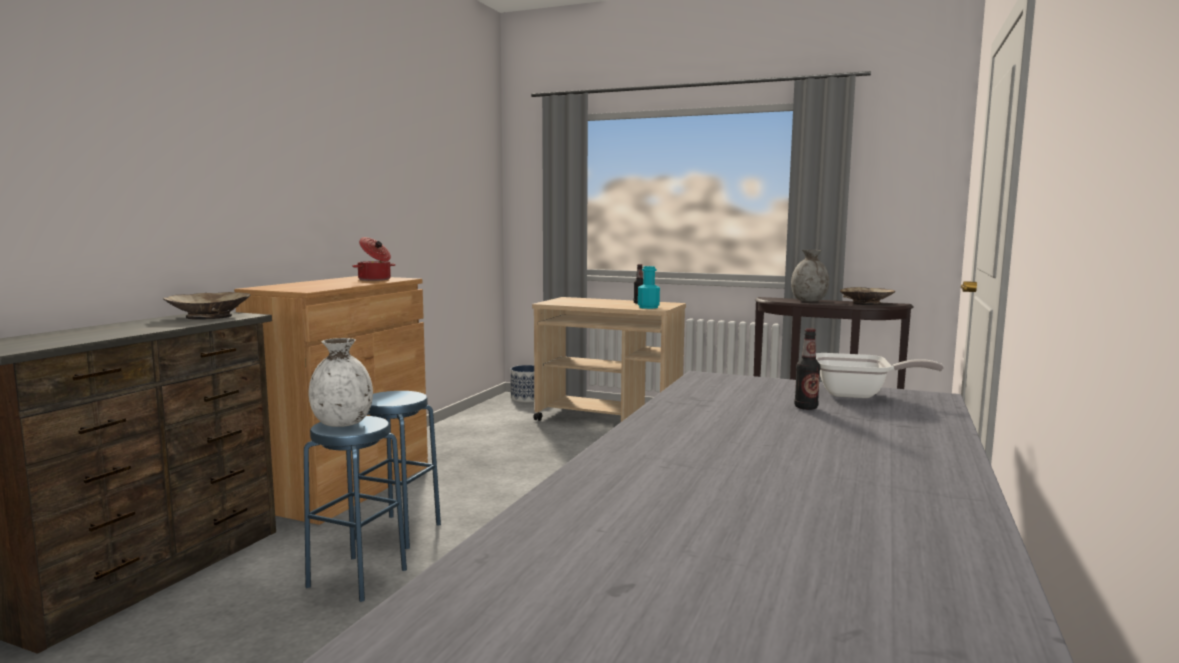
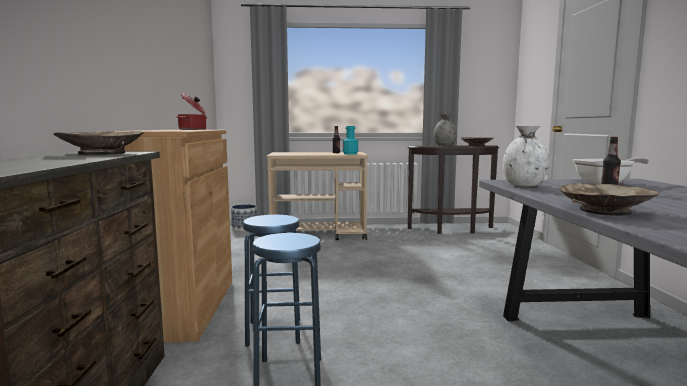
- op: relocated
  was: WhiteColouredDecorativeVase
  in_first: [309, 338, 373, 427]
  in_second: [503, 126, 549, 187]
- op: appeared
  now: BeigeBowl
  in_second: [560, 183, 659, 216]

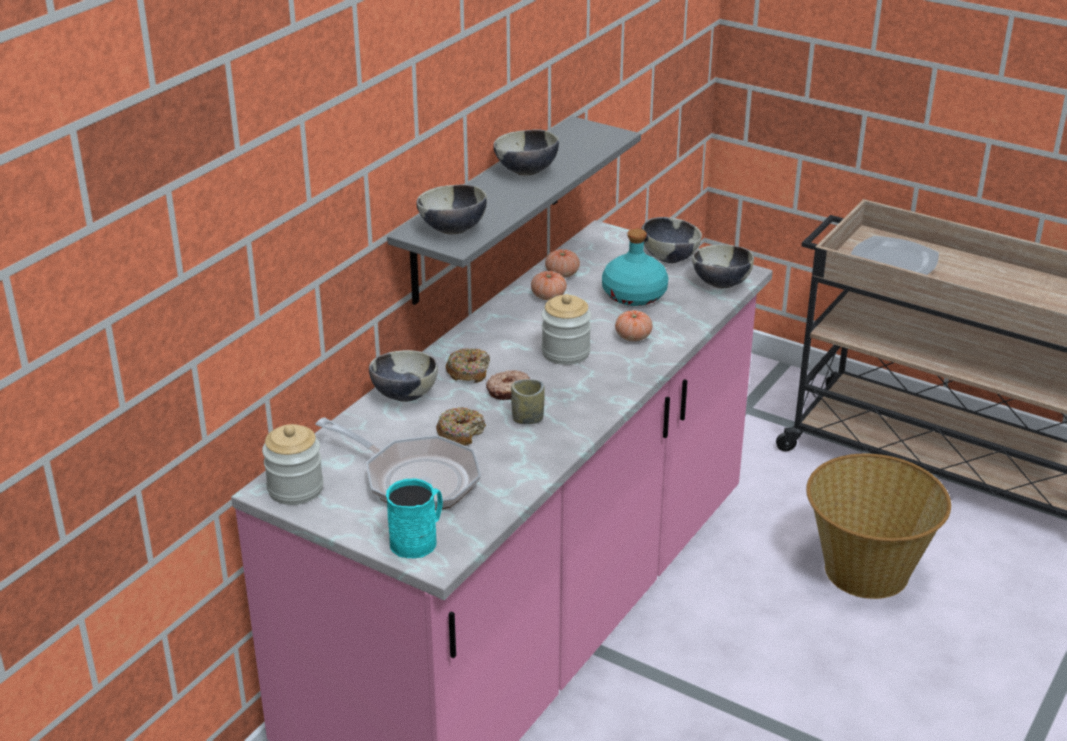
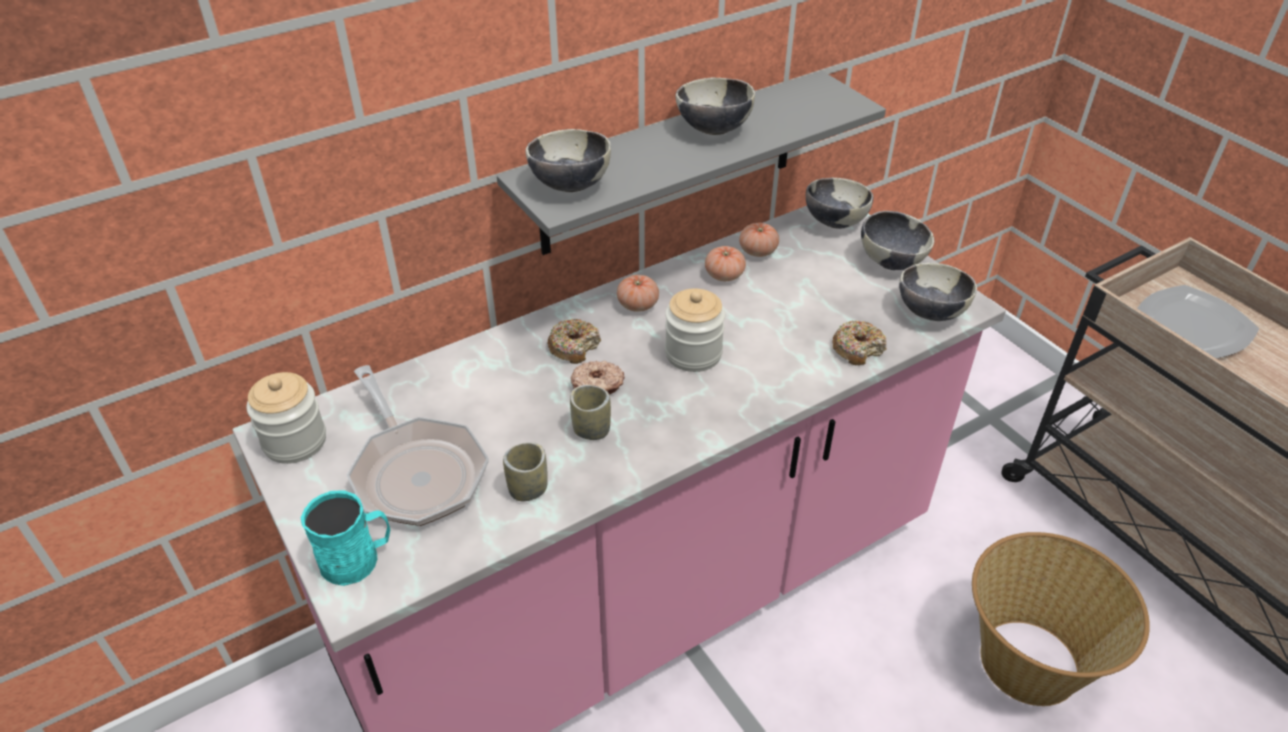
- op: appeared
  now: DrinkingCup
  in_second: [503, 442, 548, 501]
- op: relocated
  was: FreshTomato
  in_first: [615, 310, 653, 341]
  in_second: [617, 275, 659, 312]
- op: relocated
  was: Bowl
  in_first: [369, 350, 438, 402]
  in_second: [806, 178, 873, 229]
- op: relocated
  was: RingDoughnut
  in_first: [436, 407, 486, 446]
  in_second: [832, 320, 887, 365]
- op: missing
  was: TurquoiseColouredBeverageBottle
  in_first: [602, 228, 668, 306]

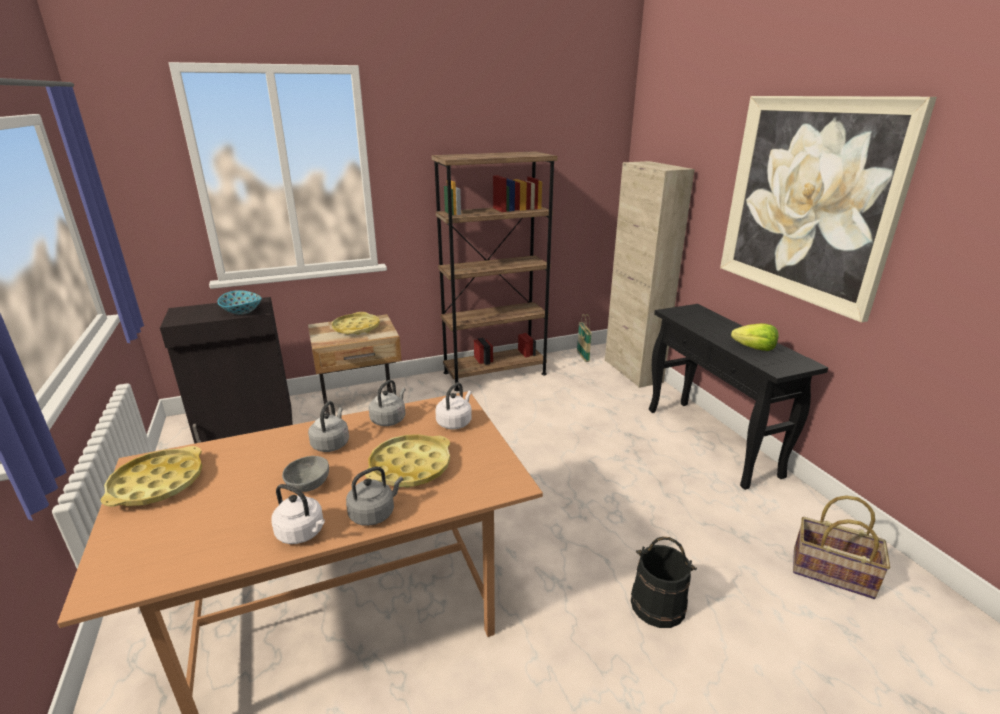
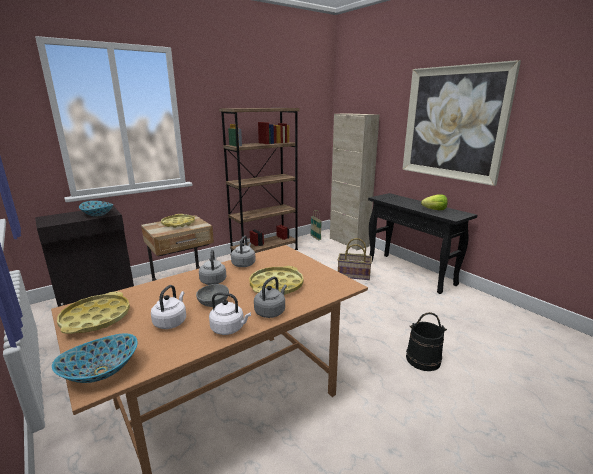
- op: appeared
  now: Bowl
  in_second: [52, 333, 138, 383]
- op: relocated
  was: WhiteColouredWaterKettle
  in_first: [435, 382, 472, 429]
  in_second: [151, 285, 186, 329]
- op: relocated
  was: StorageBasket
  in_first: [793, 495, 890, 599]
  in_second: [338, 238, 372, 280]

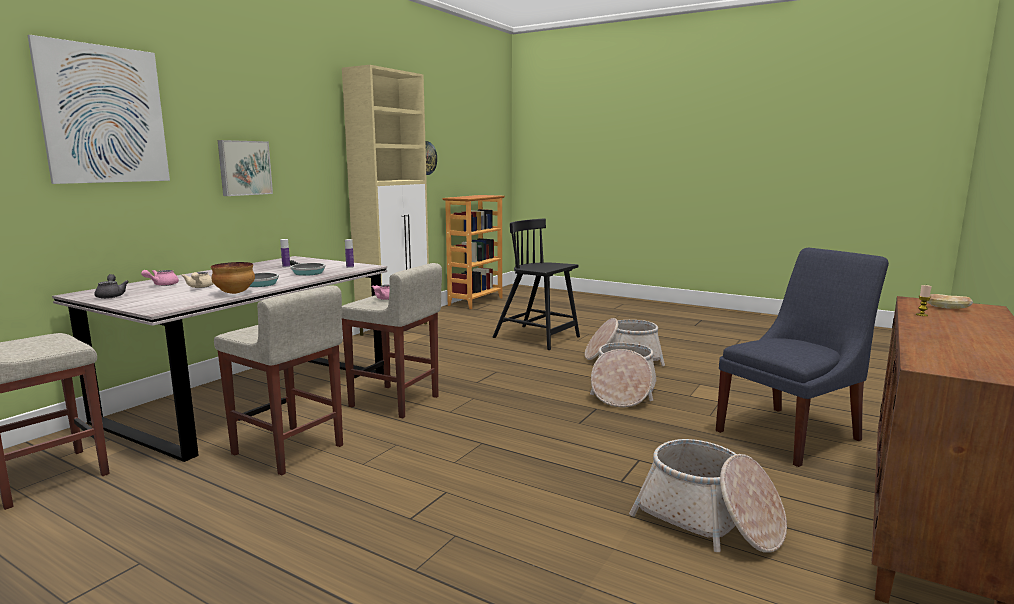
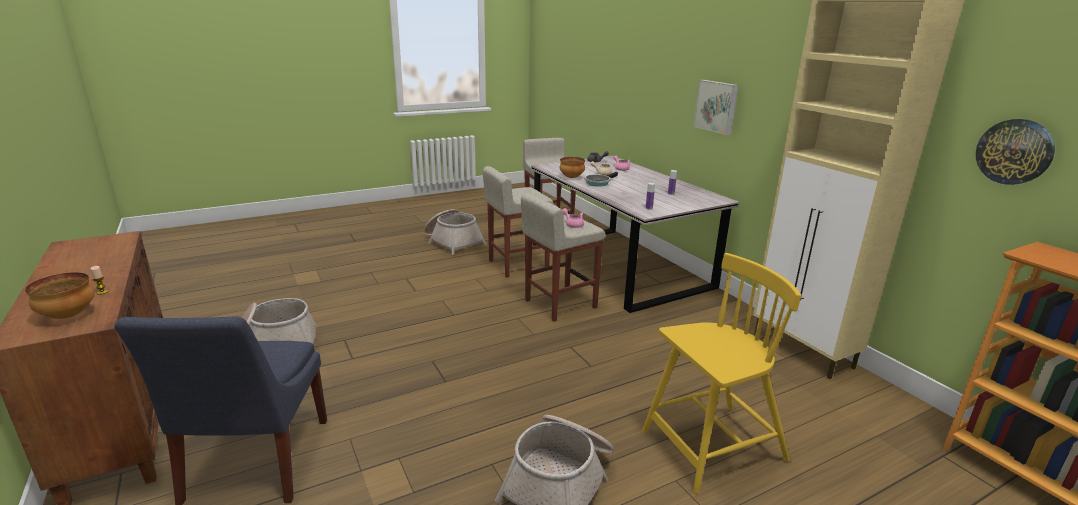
- op: exchanged
  was: BakedBread
  now: Bowl
  in_first: [927, 294, 973, 309]
  in_second: [25, 272, 94, 319]
- op: relocated
  was: StorageBasket
  in_first: [590, 343, 657, 407]
  in_second: [424, 209, 486, 255]
- op: colour
  was: BlackColouredPlainChair
  now: YellowPlainChair
  in_first: [493, 219, 580, 350]
  in_second: [642, 253, 801, 494]
- op: missing
  was: WallArt
  in_first: [27, 35, 170, 184]
- op: missing
  was: Pan
  in_first: [290, 260, 326, 276]

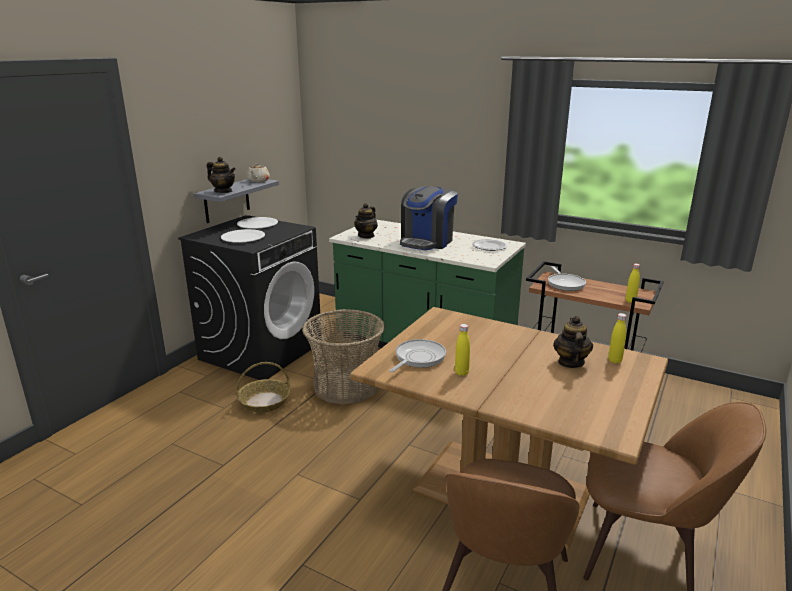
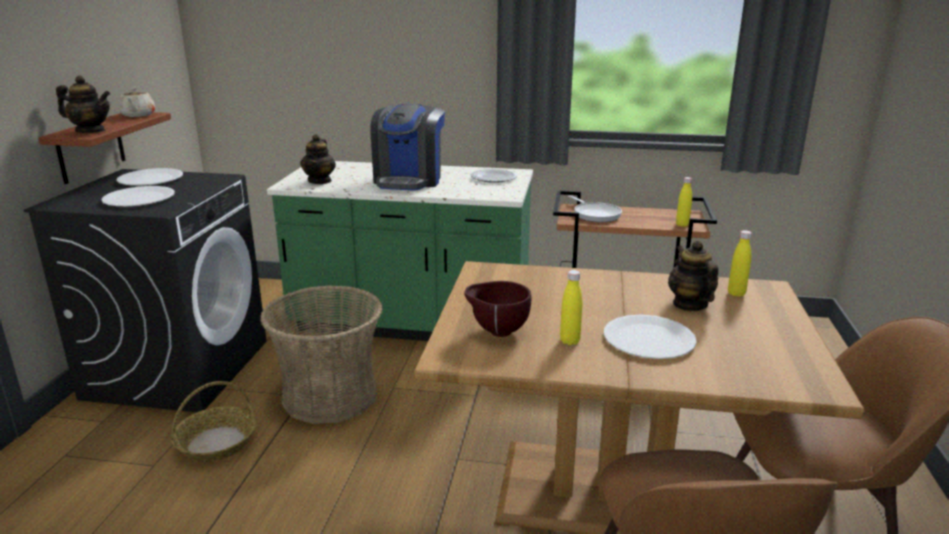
- op: colour
  was: GrayWallShelf
  now: BrownishWallShelf
  in_first: [194, 179, 279, 223]
  in_second: [39, 112, 171, 184]
- op: exchanged
  was: Pan
  now: BrownishBowl
  in_first: [389, 339, 446, 372]
  in_second: [464, 281, 531, 337]
- op: appeared
  now: WhiteColouredPlate
  in_second: [604, 315, 697, 359]

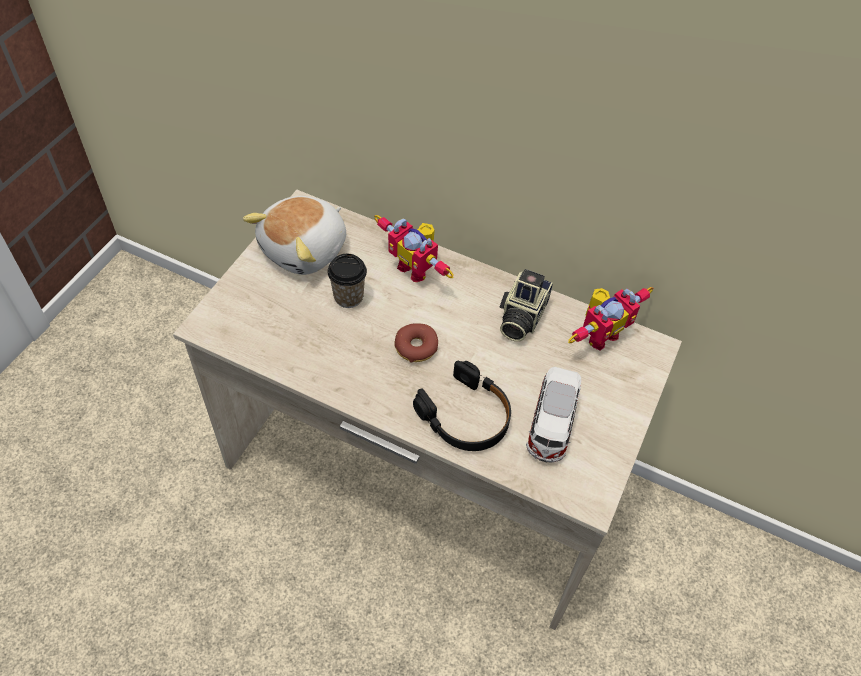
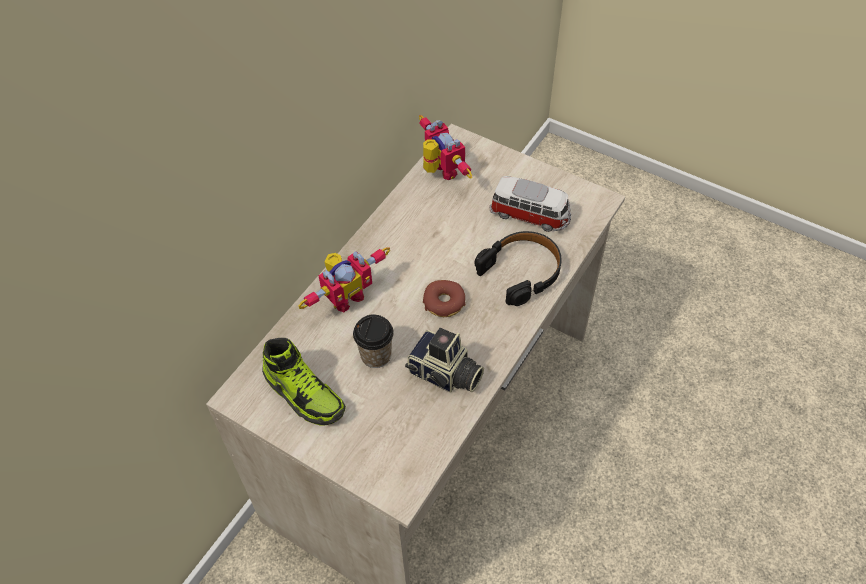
- op: exchanged
  was: CuddlyToy
  now: LowShoe
  in_first: [243, 196, 346, 275]
  in_second: [262, 338, 346, 426]
- op: relocated
  was: StillCamera
  in_first: [500, 269, 553, 342]
  in_second: [405, 328, 484, 393]

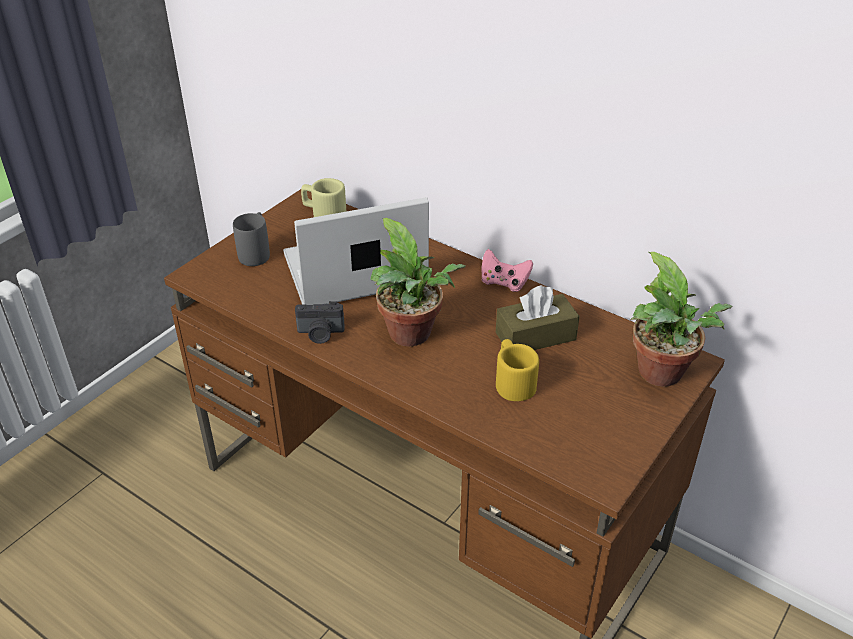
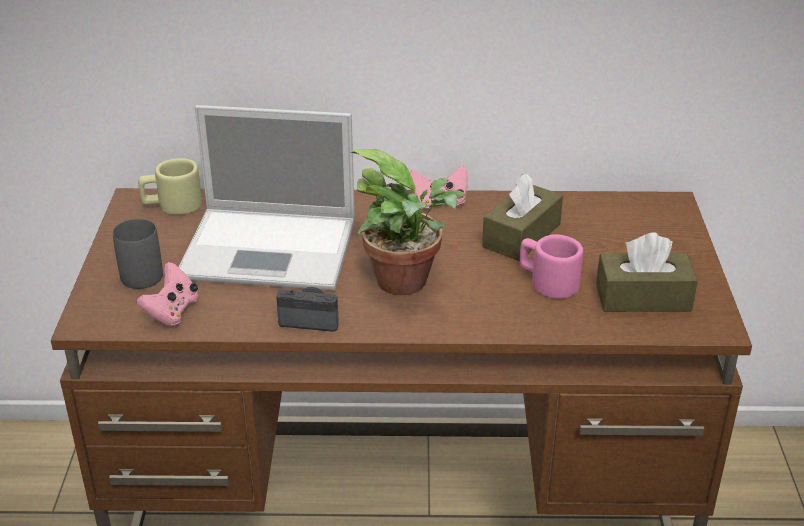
- op: appeared
  now: PinkColouredJoypad
  in_second: [137, 262, 198, 326]
- op: spun
  was: NotebookComputer
  in_first: [283, 197, 429, 305]
  in_second: [179, 105, 355, 291]
  clockwise: -120
- op: spun
  was: StillCamera
  in_first: [295, 301, 345, 344]
  in_second: [276, 287, 339, 332]
  clockwise: -135
- op: colour
  was: YellowMug
  now: PinkColouredMug
  in_first: [496, 339, 539, 401]
  in_second: [520, 234, 583, 299]
- op: appeared
  now: BrownishTissueHolder
  in_second: [596, 233, 698, 312]
- op: missing
  was: Houseplant
  in_first: [630, 252, 732, 387]

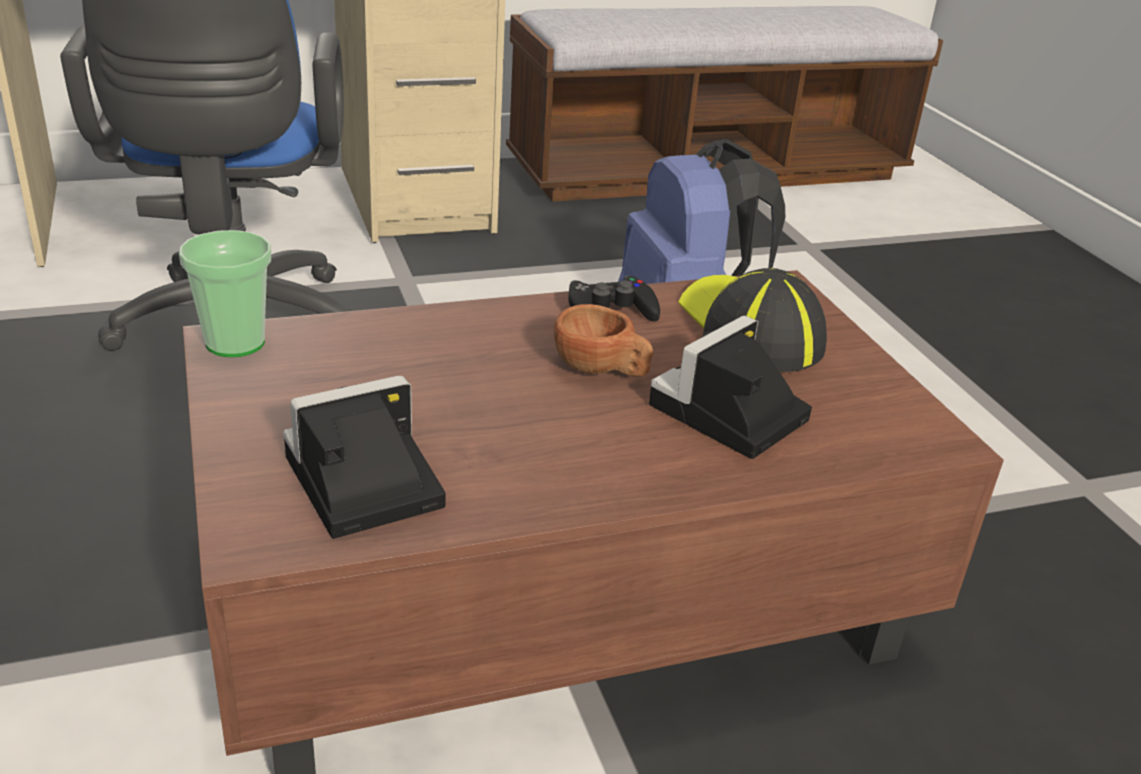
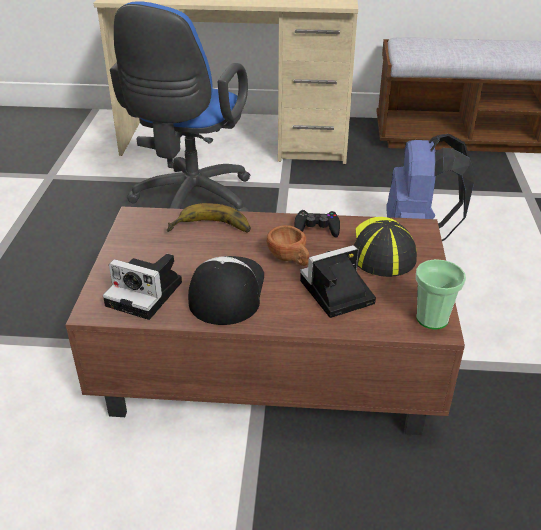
- op: spun
  was: StillCamera
  in_first: [283, 376, 446, 539]
  in_second: [103, 254, 182, 320]
  clockwise: -150
- op: appeared
  now: Banana
  in_second: [167, 203, 251, 232]
- op: appeared
  now: BaseballCap
  in_second: [188, 256, 264, 325]
- op: relocated
  was: DrinkingCup
  in_first: [179, 230, 271, 357]
  in_second: [416, 259, 466, 330]

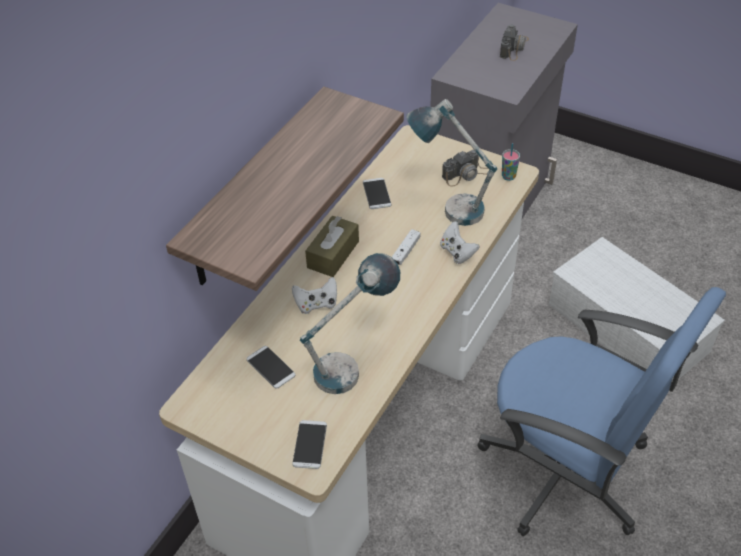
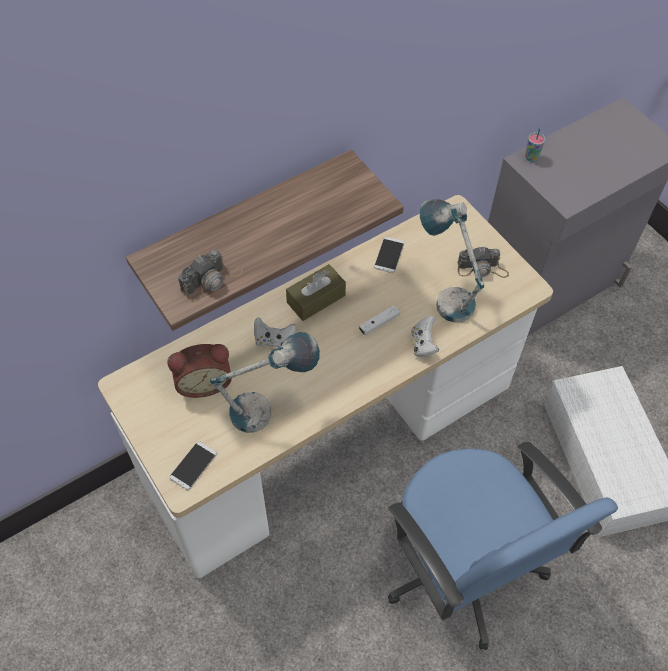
- op: exchanged
  was: Handset
  now: BedsideClock
  in_first: [247, 346, 296, 389]
  in_second: [167, 344, 232, 398]
- op: relocated
  was: StillCamera
  in_first: [500, 24, 529, 61]
  in_second: [178, 249, 243, 302]
- op: relocated
  was: DrinkingCup
  in_first: [502, 143, 520, 181]
  in_second: [525, 128, 545, 162]

